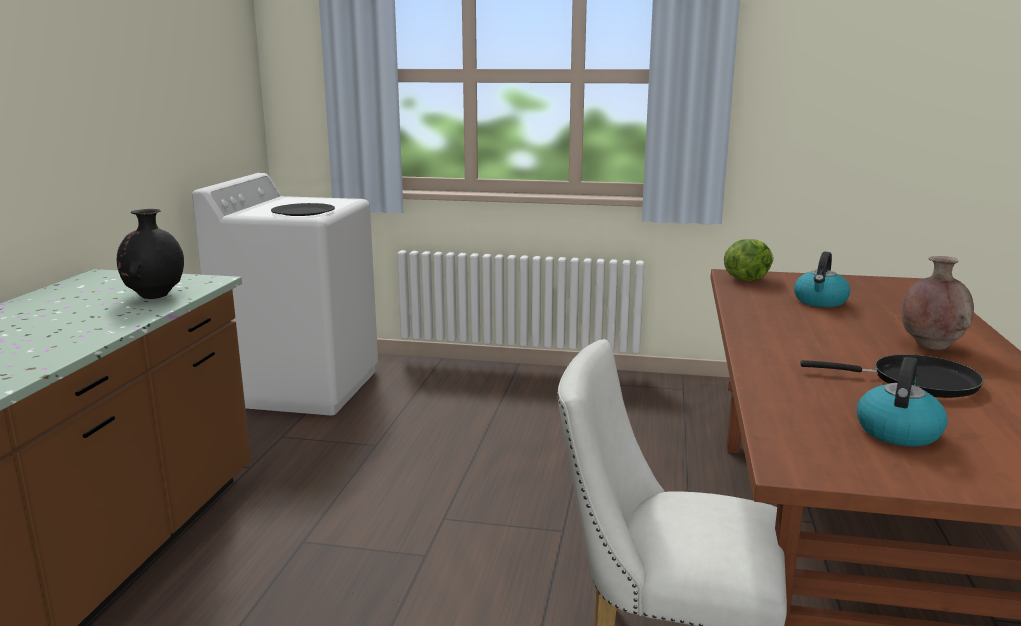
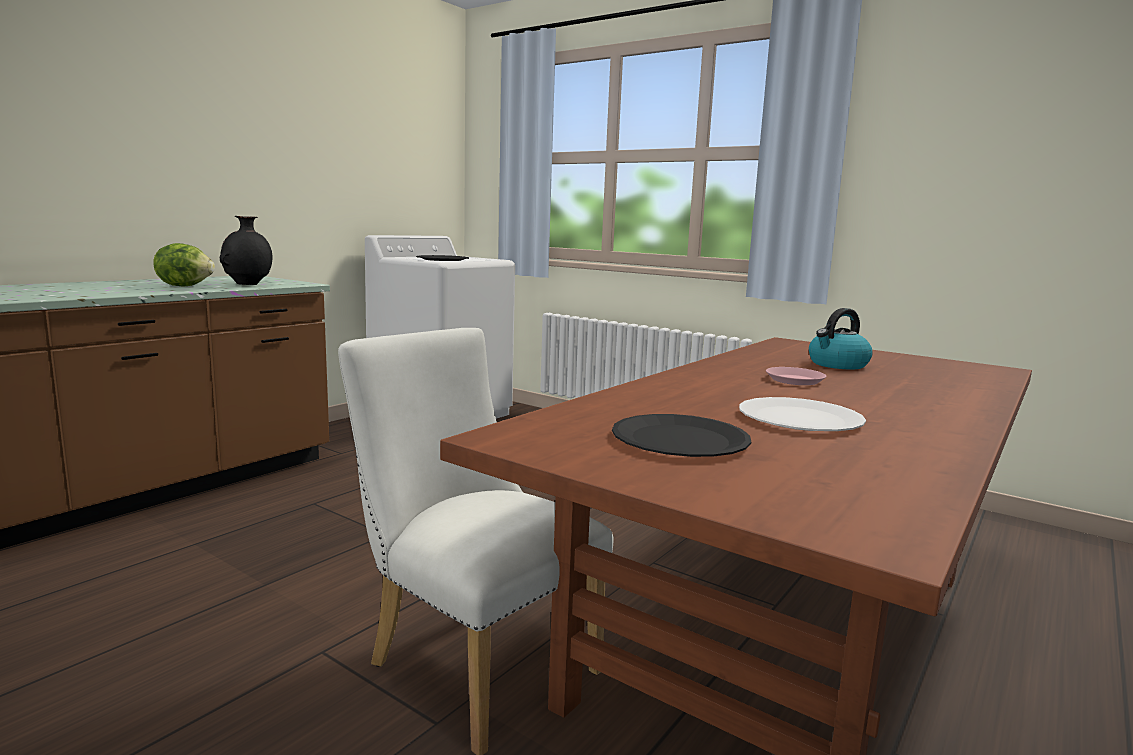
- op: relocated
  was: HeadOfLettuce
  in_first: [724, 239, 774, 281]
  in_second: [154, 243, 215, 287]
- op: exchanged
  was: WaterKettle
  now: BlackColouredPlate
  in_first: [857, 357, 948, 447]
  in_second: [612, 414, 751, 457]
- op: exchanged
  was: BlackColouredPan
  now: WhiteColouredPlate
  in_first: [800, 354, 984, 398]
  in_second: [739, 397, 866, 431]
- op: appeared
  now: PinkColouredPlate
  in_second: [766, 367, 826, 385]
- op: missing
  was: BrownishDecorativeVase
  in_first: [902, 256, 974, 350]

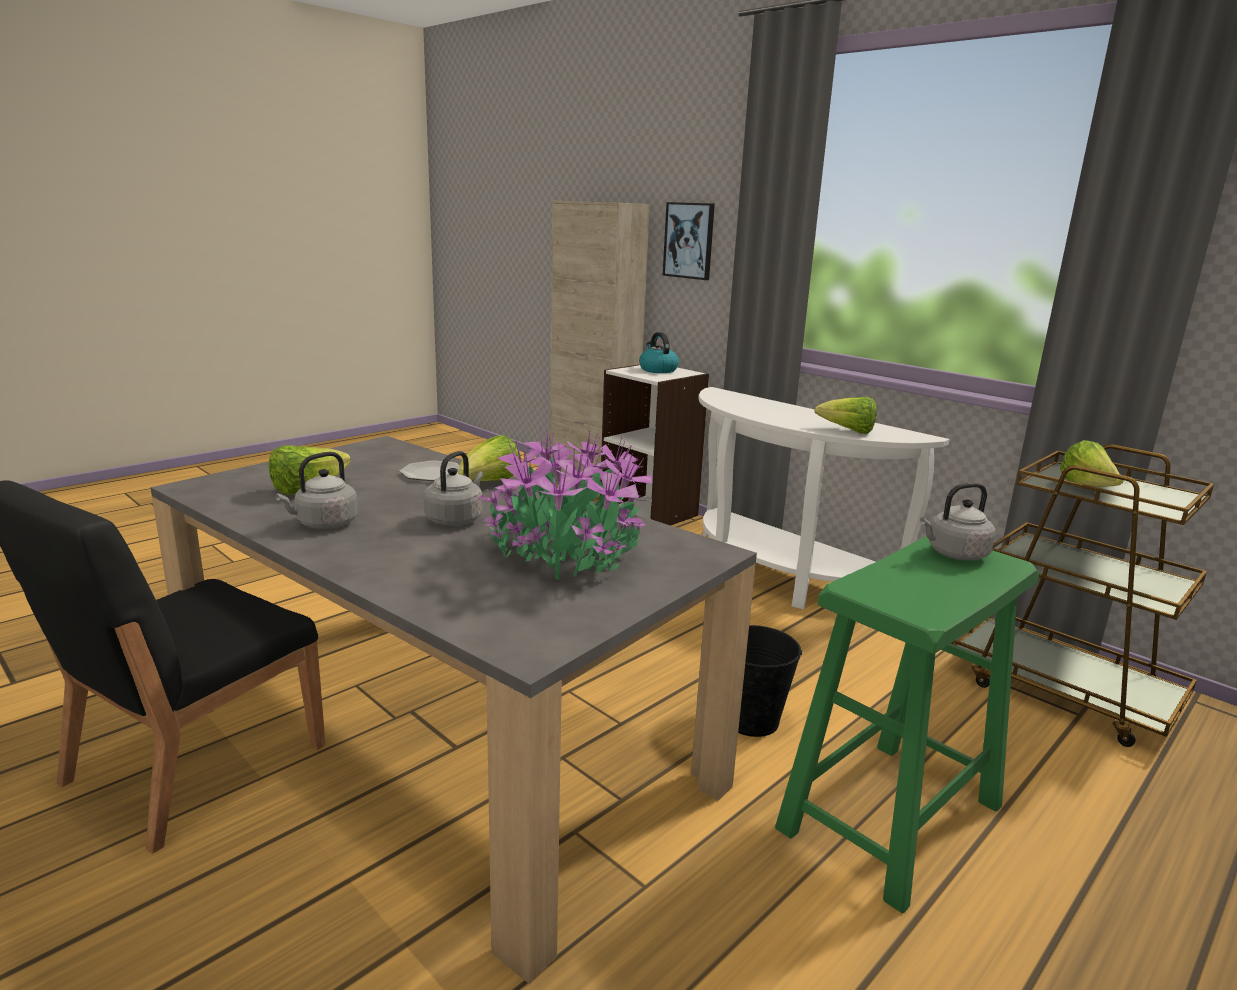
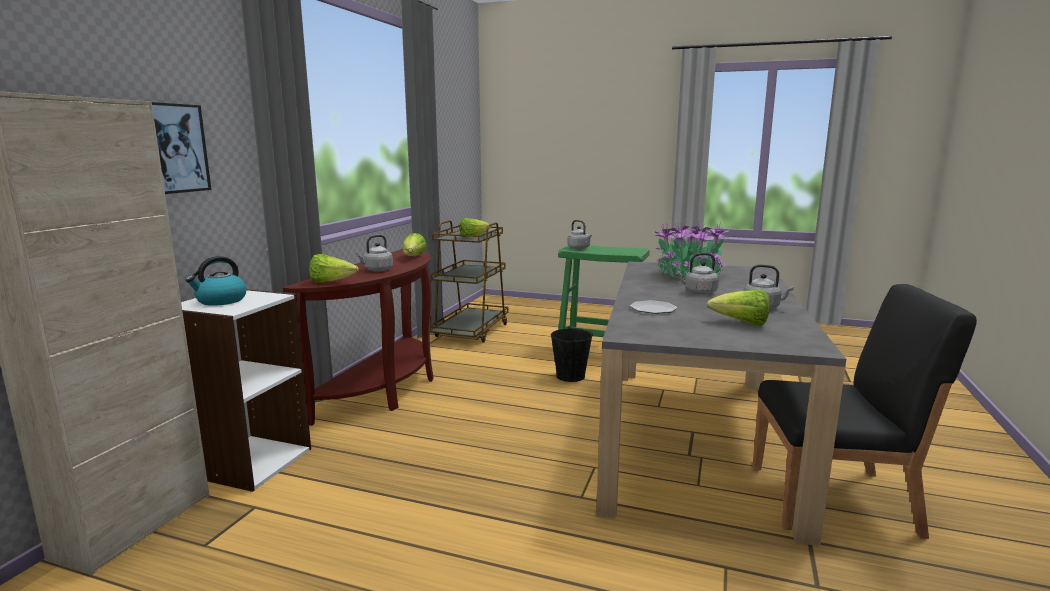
- op: colour
  was: WhiteColouredConsoleTable
  now: BrownishConsoleTable
  in_first: [699, 387, 950, 609]
  in_second: [283, 249, 434, 426]
- op: relocated
  was: HeadOfLettuce
  in_first: [458, 435, 522, 481]
  in_second: [309, 254, 359, 283]
- op: appeared
  now: GrayWaterKettle
  in_second: [356, 235, 393, 272]

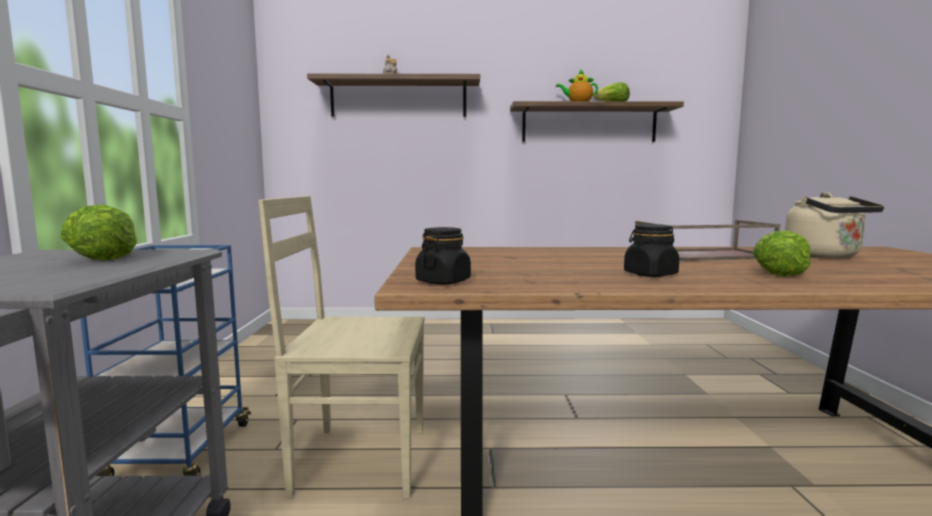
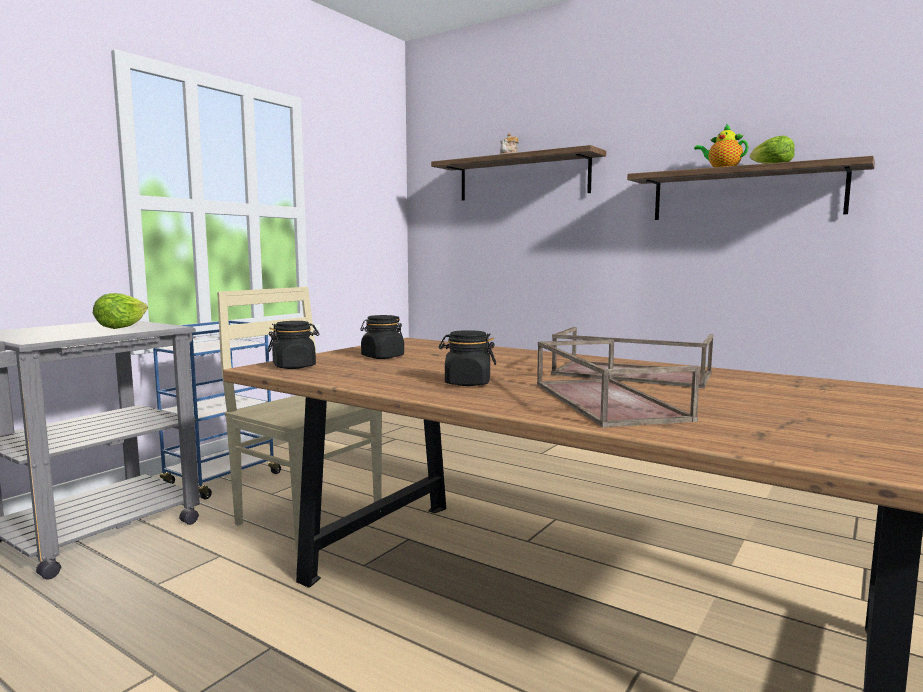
- op: appeared
  now: BlackColouredJar
  in_second: [360, 315, 404, 359]
- op: exchanged
  was: HeadOfLettuce
  now: BrownishTray
  in_first: [752, 230, 810, 276]
  in_second: [537, 340, 700, 428]
- op: missing
  was: BeigeWaterKettle
  in_first: [785, 192, 884, 258]

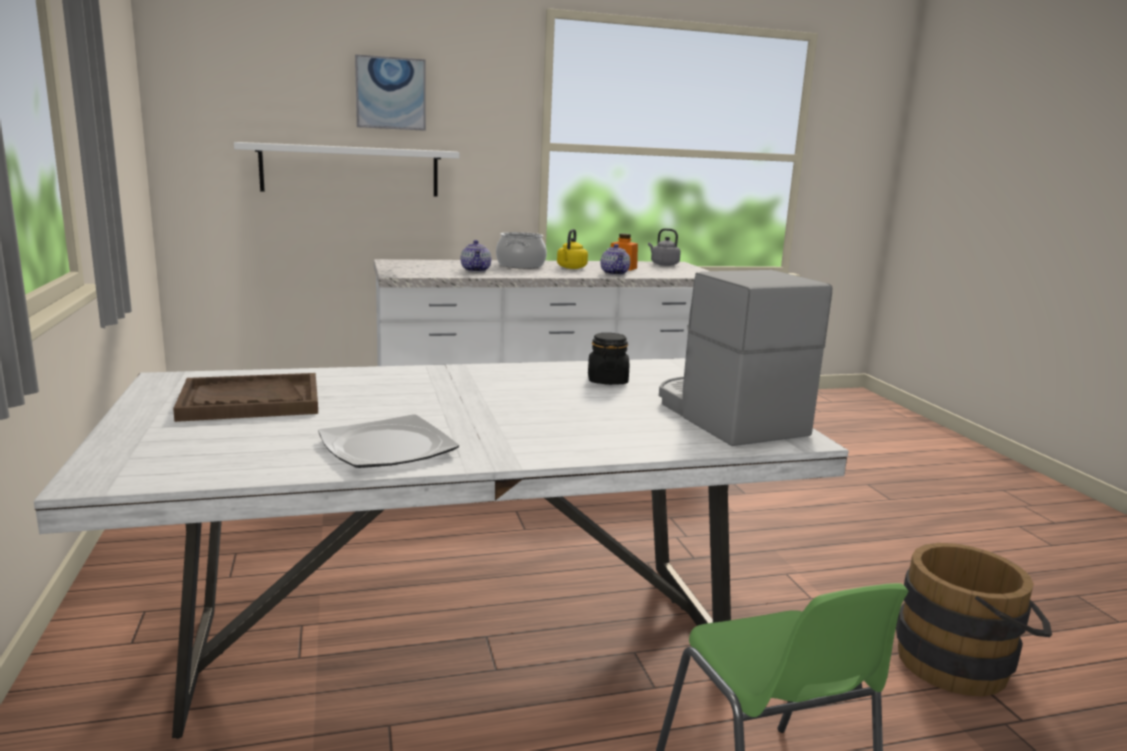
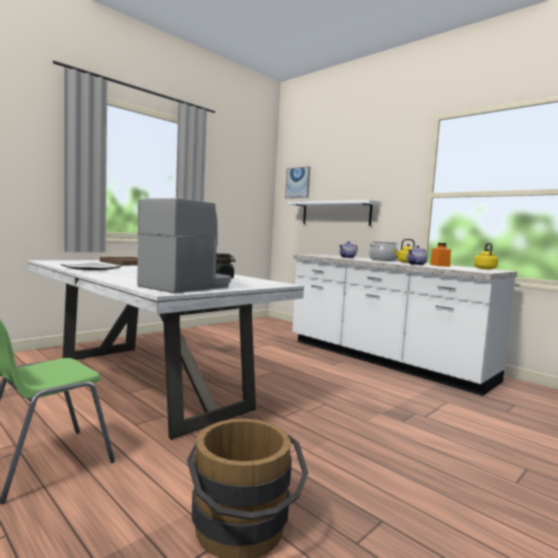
- op: relocated
  was: WallArt
  in_first: [355, 54, 426, 131]
  in_second: [285, 166, 310, 198]
- op: colour
  was: GrayWaterKettle
  now: YellowWaterKettle
  in_first: [648, 228, 681, 266]
  in_second: [474, 243, 498, 270]

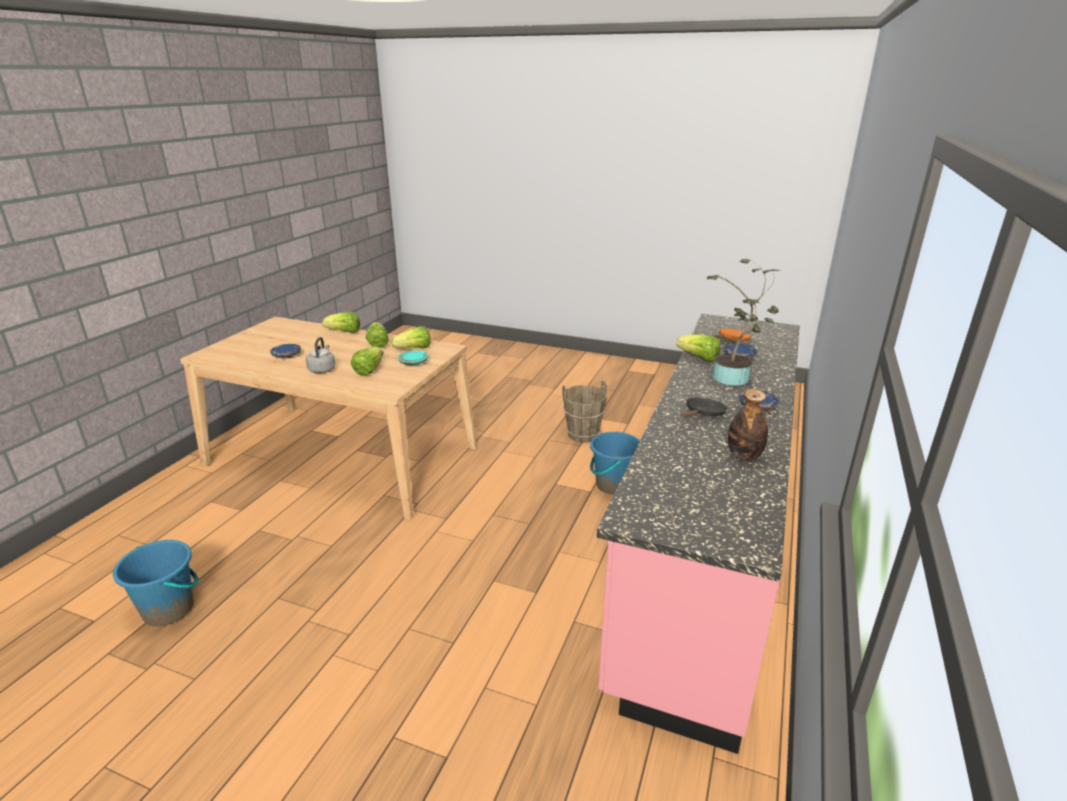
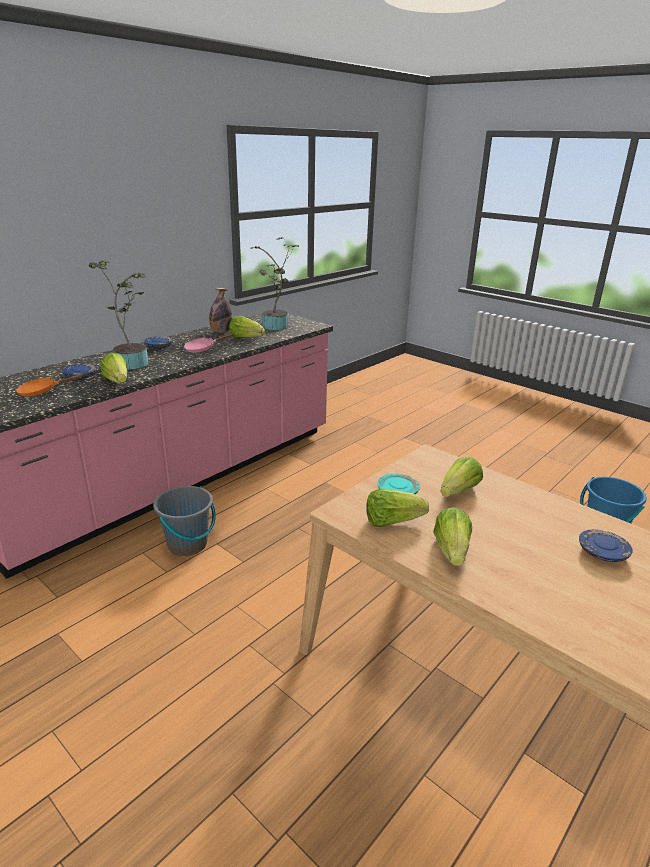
- op: colour
  was: BlueColouredWaterBucket
  now: GrayWaterBucket
  in_first: [590, 431, 640, 495]
  in_second: [153, 486, 216, 556]
- op: colour
  was: BlackColouredPan
  now: PinkColouredPan
  in_first: [681, 397, 728, 418]
  in_second: [184, 333, 234, 353]
- op: relocated
  was: HeadOfLettuce
  in_first: [322, 312, 360, 333]
  in_second: [229, 316, 265, 337]
- op: appeared
  now: Houseplant
  in_second: [251, 238, 299, 330]
- op: missing
  was: GrayWaterKettle
  in_first: [306, 337, 335, 373]
- op: missing
  was: BrownishWaterBucket
  in_first: [562, 381, 607, 443]

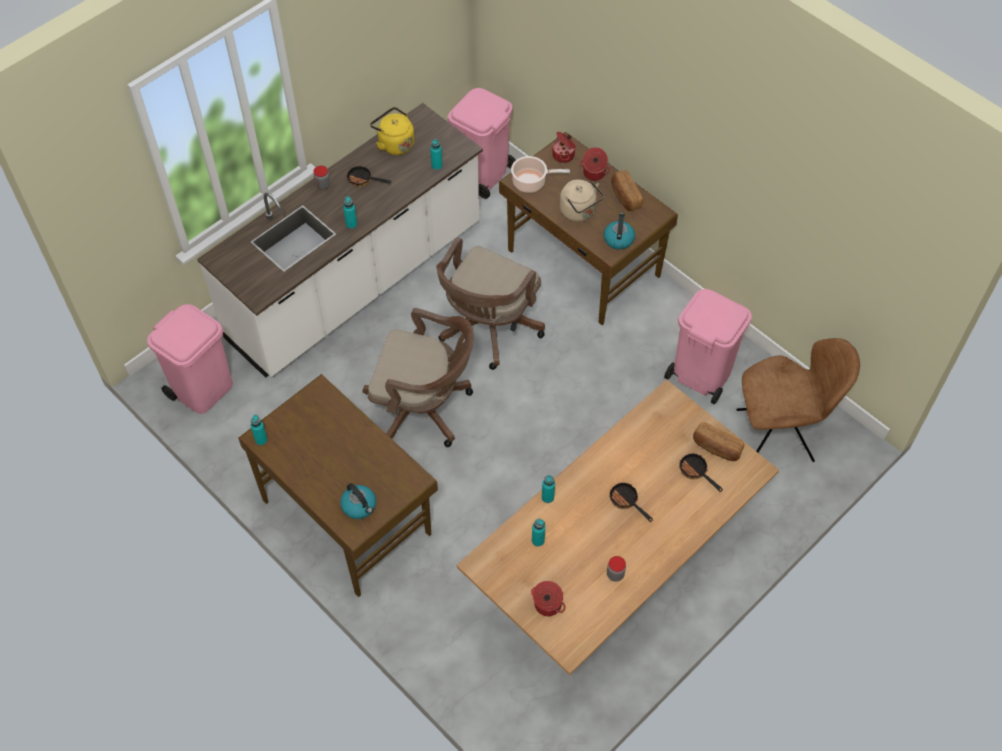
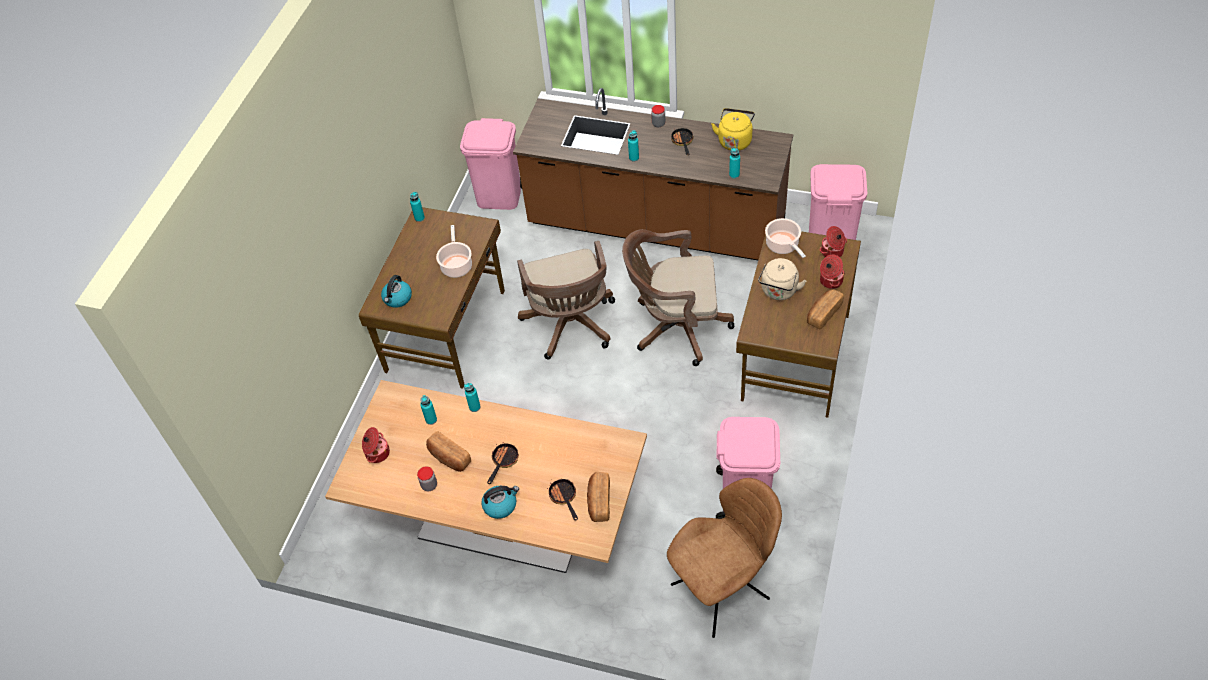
- op: appeared
  now: BakedBread
  in_second: [426, 431, 471, 472]
- op: appeared
  now: Stockpot
  in_second: [436, 225, 472, 278]
- op: relocated
  was: WaterKettle
  in_first: [604, 213, 635, 249]
  in_second: [481, 486, 519, 519]
- op: colour
  was: WhiteColouredCounter
  now: BrownishCounter
  in_first: [197, 103, 483, 378]
  in_second: [513, 88, 793, 260]
- op: spun
  was: Pan
  in_first: [679, 454, 723, 492]
  in_second: [547, 479, 578, 521]
  clockwise: -45
- op: spun
  was: BrownishPlainChair
  in_first: [736, 338, 860, 462]
  in_second: [667, 478, 782, 638]
  clockwise: -90

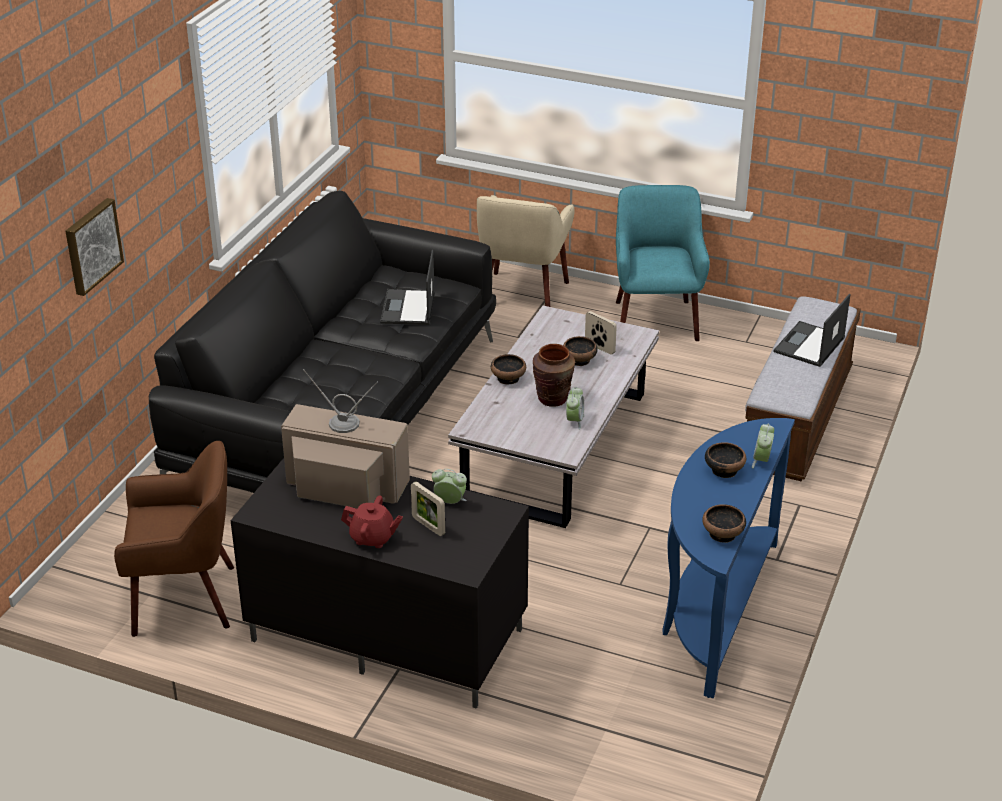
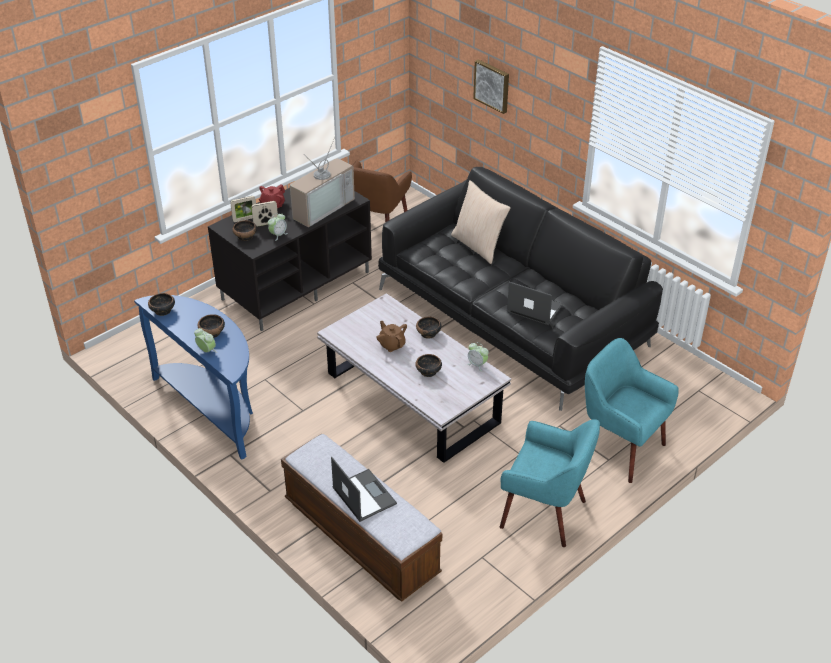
- op: relocated
  was: StandingFrame
  in_first: [585, 311, 617, 355]
  in_second: [230, 196, 256, 222]
- op: appeared
  now: Bowl
  in_second: [233, 220, 257, 241]
- op: exchanged
  was: BrownishDecorativeVase
  now: BrownishTeapot
  in_first: [533, 344, 575, 407]
  in_second: [376, 321, 407, 352]
- op: appeared
  now: BeigeCushion
  in_second: [451, 180, 511, 264]
- op: relocated
  was: BedsideClock
  in_first: [566, 387, 584, 430]
  in_second: [467, 342, 489, 371]
- op: colour
  was: BeigeArmchair
  now: TurquoiseColouredArmchair
  in_first: [477, 195, 575, 307]
  in_second: [585, 338, 679, 483]

